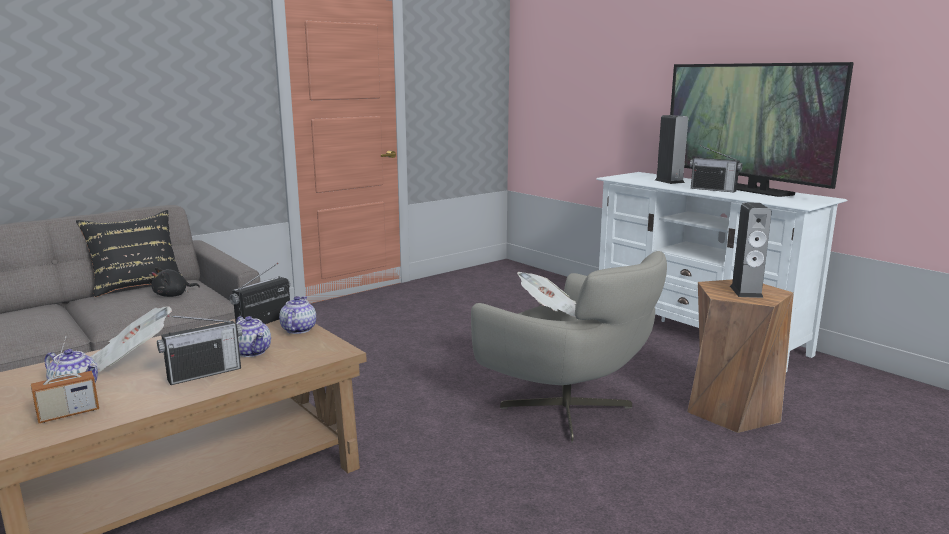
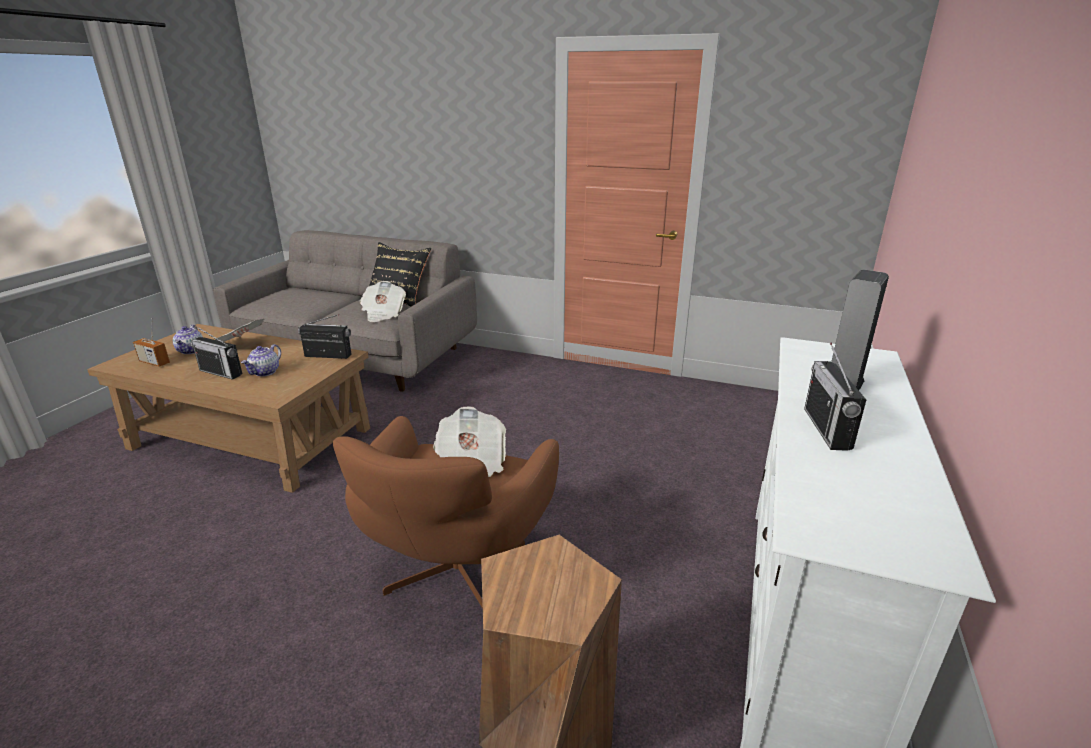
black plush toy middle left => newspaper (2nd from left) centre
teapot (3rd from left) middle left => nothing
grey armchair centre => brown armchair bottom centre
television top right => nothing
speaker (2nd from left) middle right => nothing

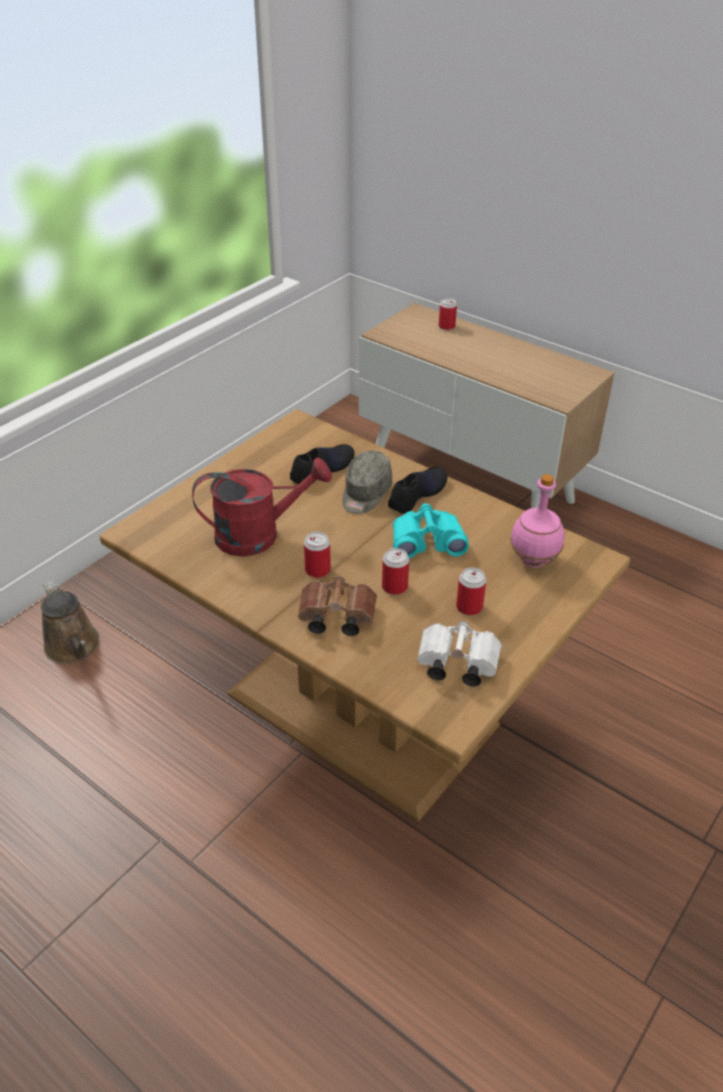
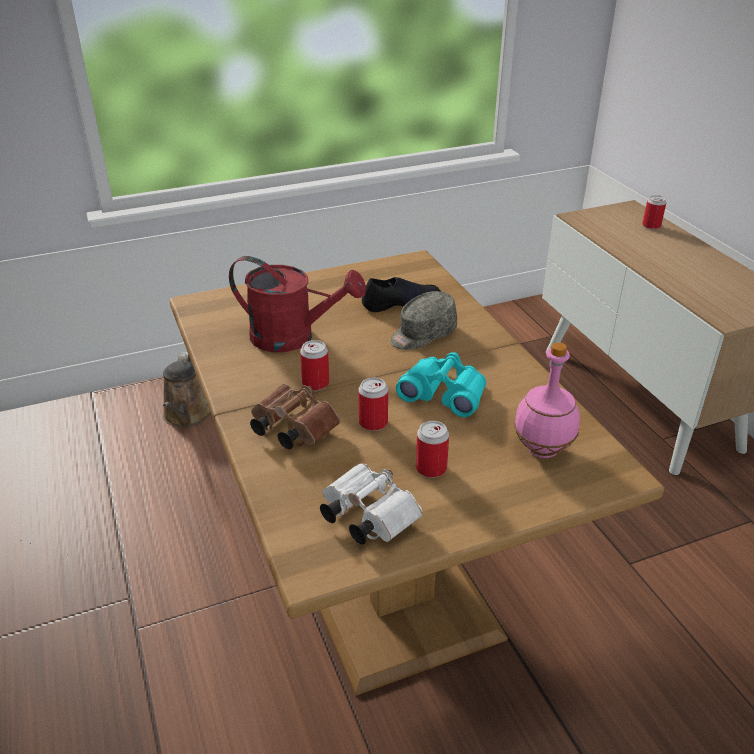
black shoe (2nd from left) centre => nothing

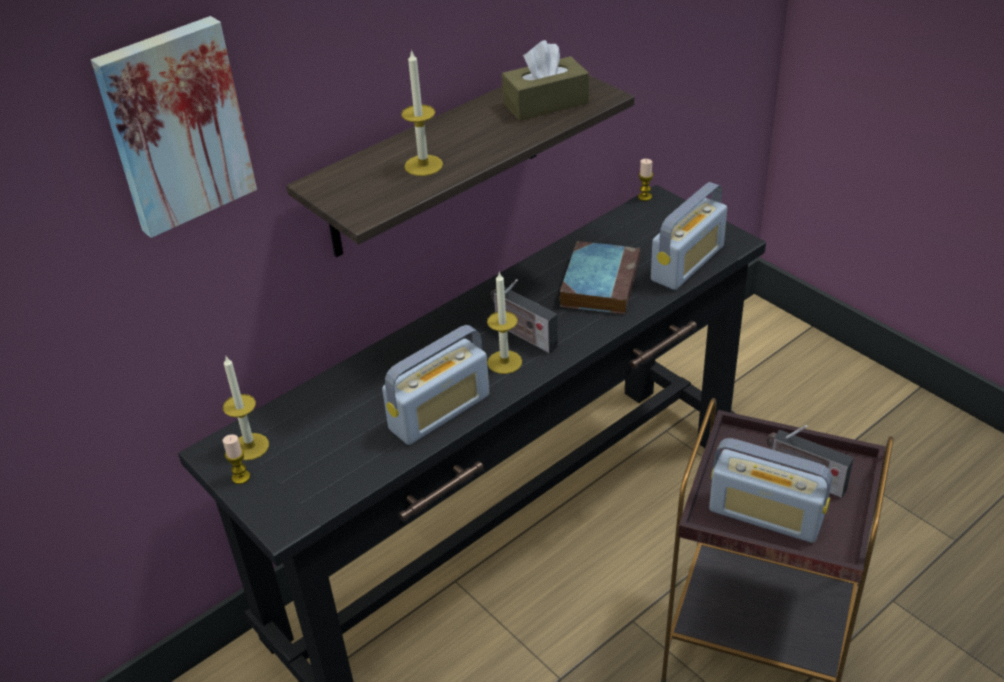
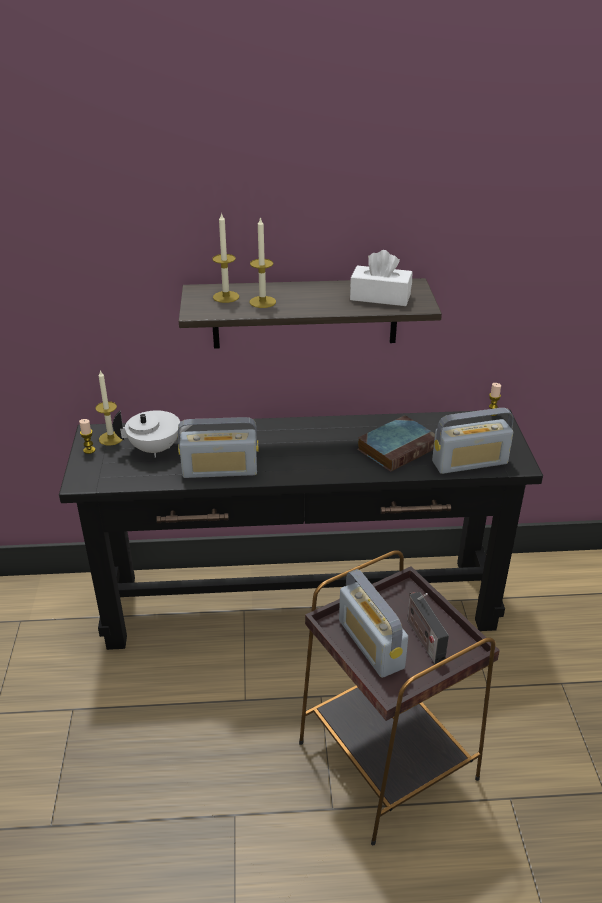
picture top left => nothing
candle (4th from left in the first image) centre => candle (3rd from left) top centre, move
radio (2nd from left) centre => nothing
brown tissue box top centre => white tissue box top centre
nothing => white teapot middle left

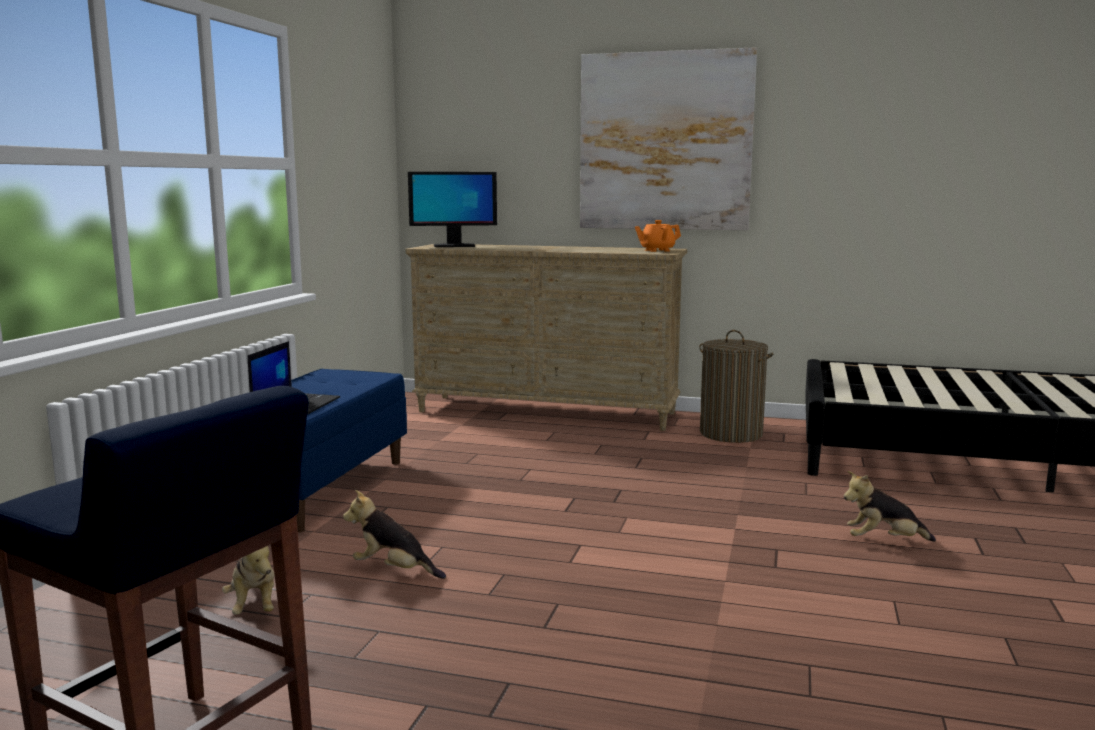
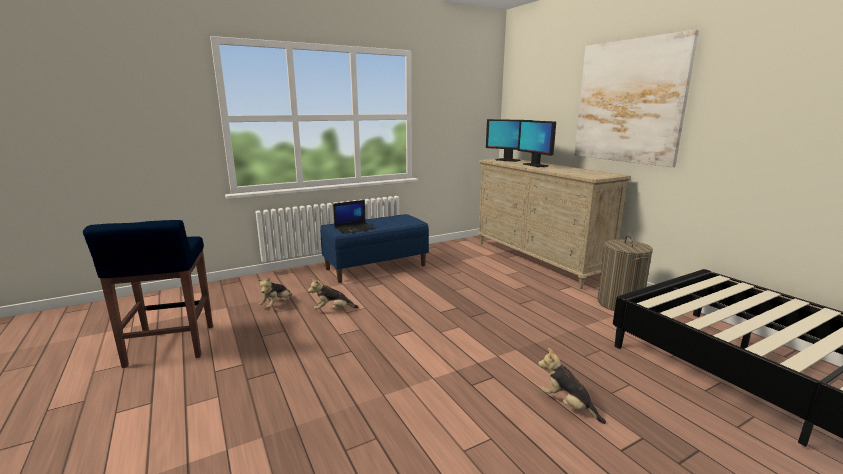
plush toy (2nd from left) bottom centre => plush toy (2nd from left) centre, 75 degrees counterclockwise
orange teapot top centre => nothing
nothing => monitor (2nd from left) top centre

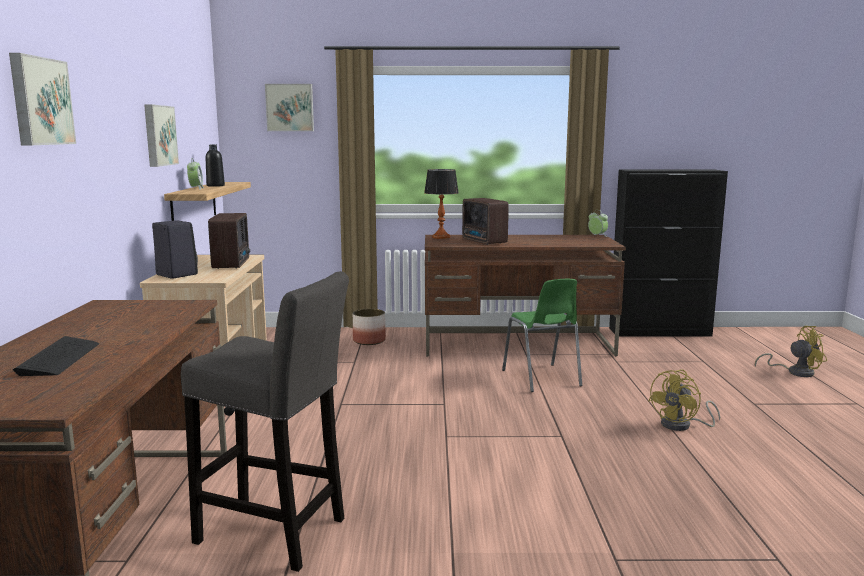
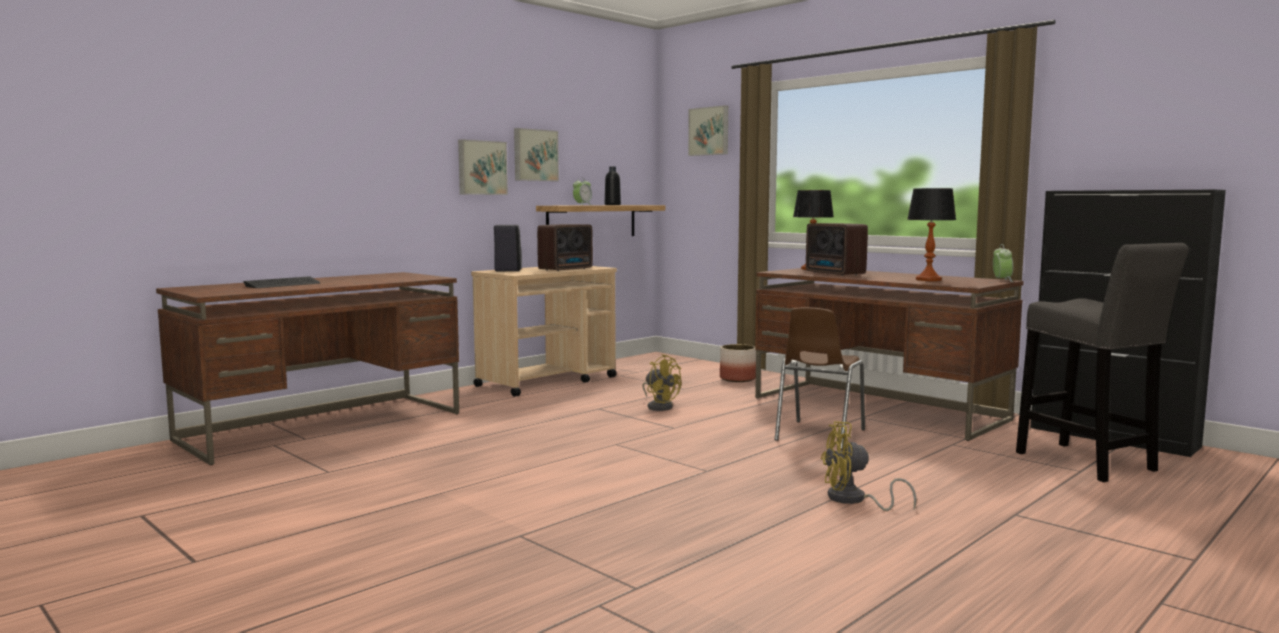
picture (1st from left) top left => picture (1st from left) top centre, move
grey stool bottom left => grey stool middle right, move
radio (2nd from left) centre, 45 degrees counterclockwise
green chair centre => brown chair centre
yellow fan (2nd from left in the first image) middle right => yellow fan (1st from left) centre, move
nothing => table lamp (2nd from left) middle right

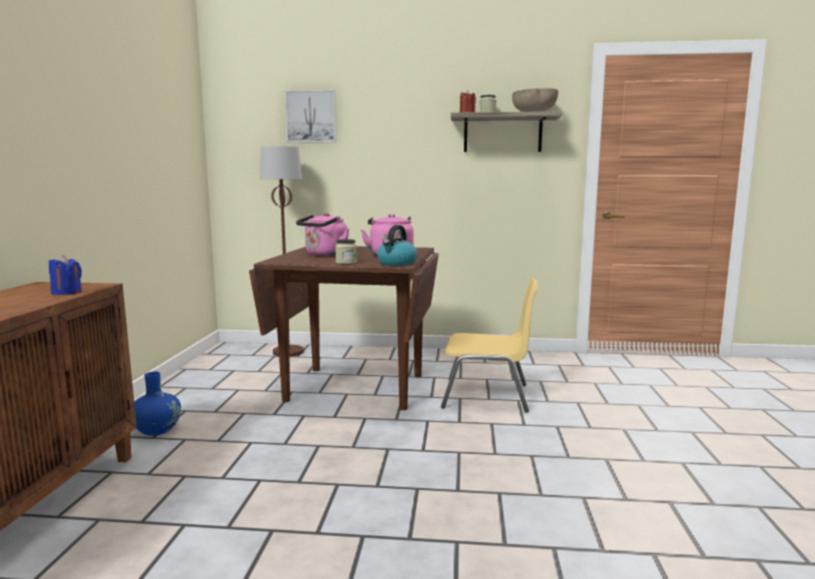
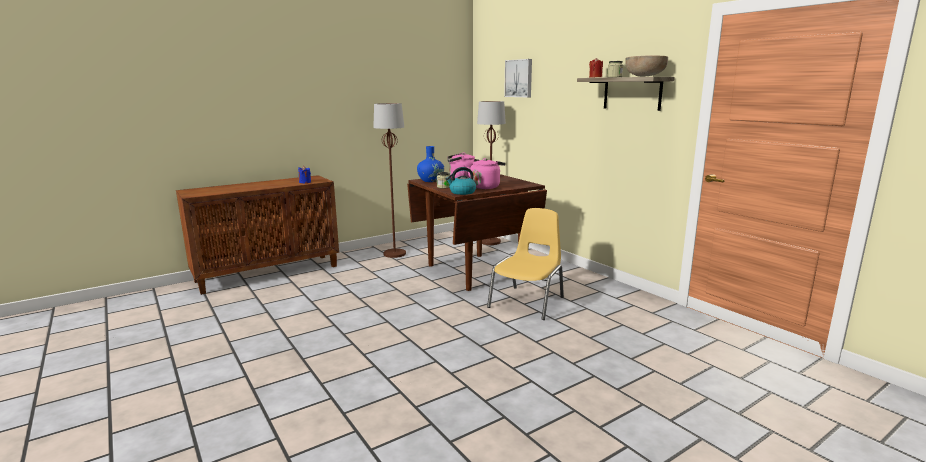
blue vase bottom left => blue vase centre, move
yellow chair centre, 120 degrees counterclockwise
nothing => brown floor lamp (1st from left) centre

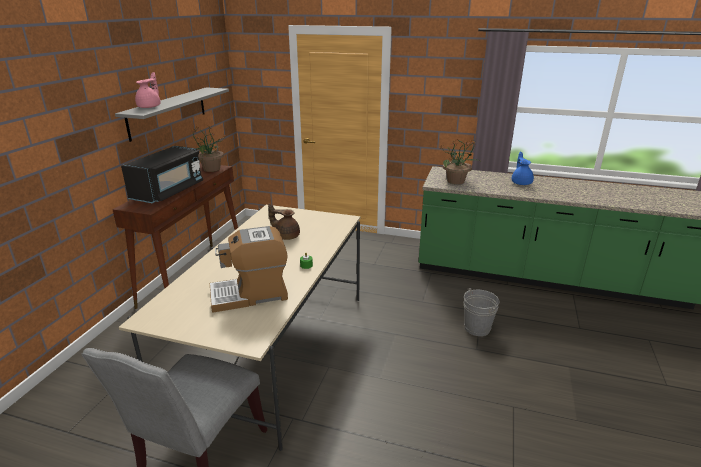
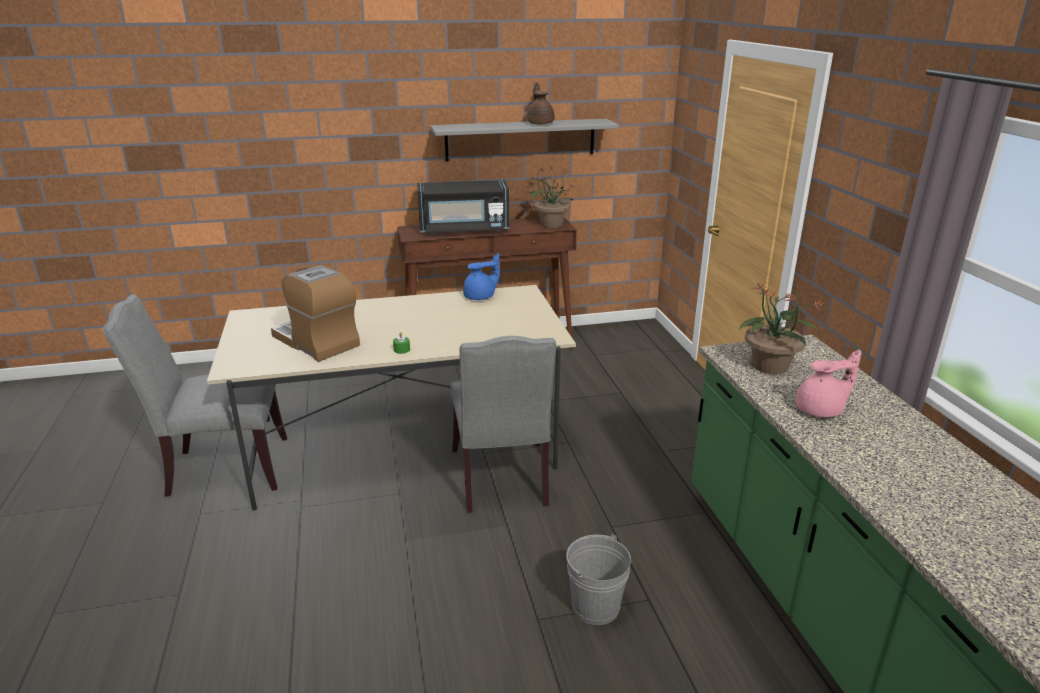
pink teapot top left => pink teapot middle right, move
brown teapot centre => brown teapot top centre, move
blue teapot middle right => blue teapot centre, move
nothing => grey chair (2nd from left) centre

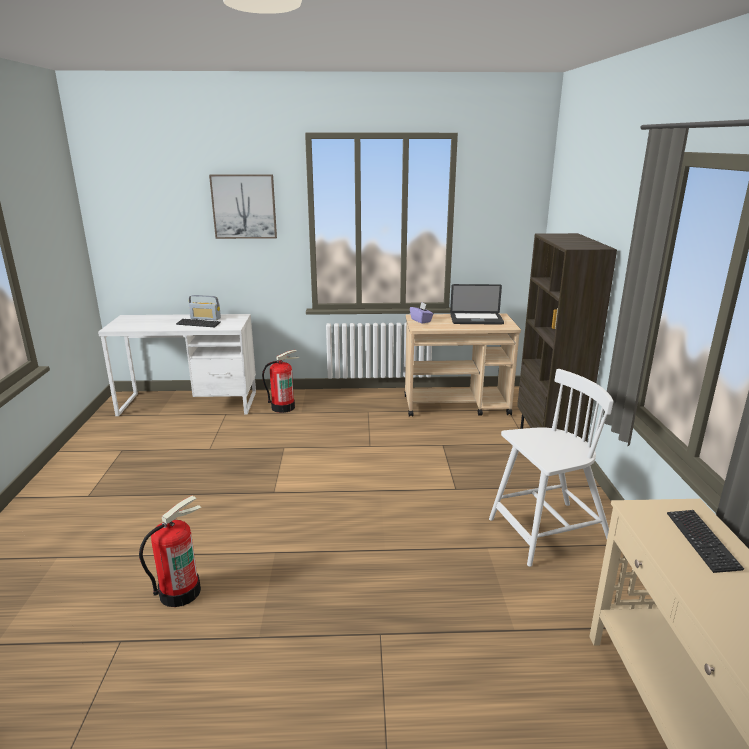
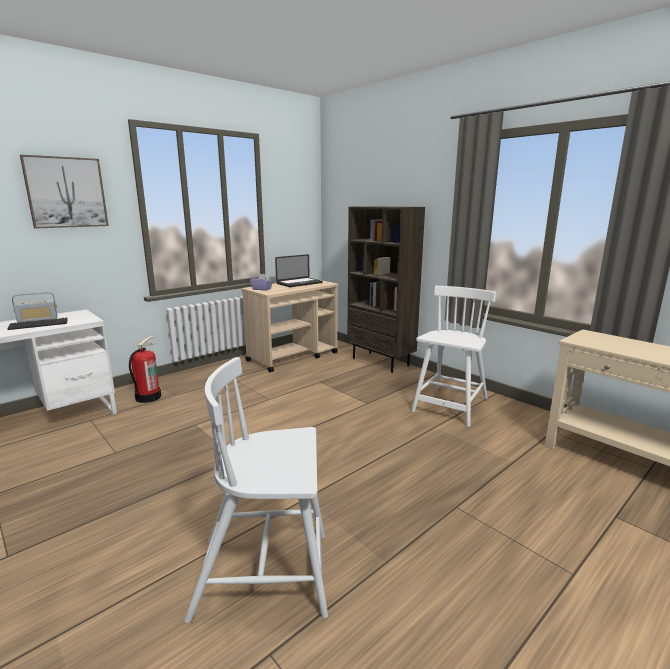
fire extinguisher (1st from left) bottom left => white chair (1st from left) bottom centre
keyboard (2nd from left) bottom right => nothing

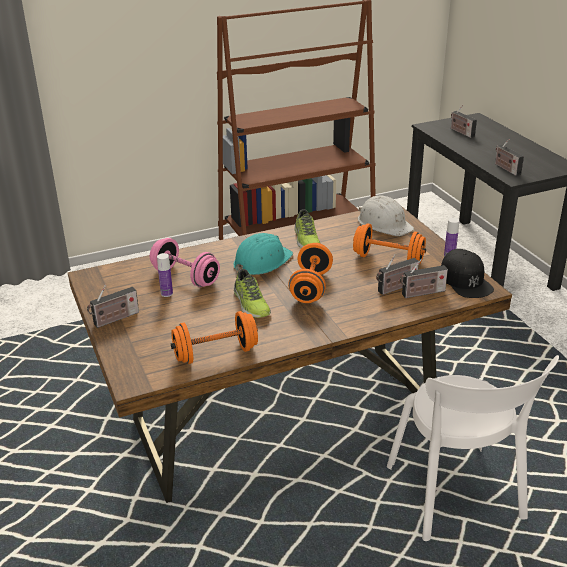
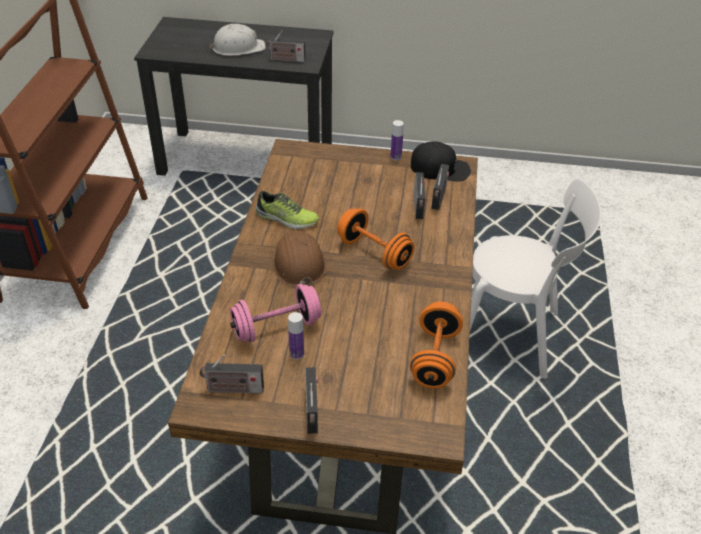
turquoise hard hat centre => brown hard hat centre
shoe (1st from left) centre => nothing
orange dumbbell (3rd from left) middle right => nothing
white hard hat middle right => white hard hat top centre, move
radio (4th from left in the first image) top right => radio (1st from left) bottom left, move

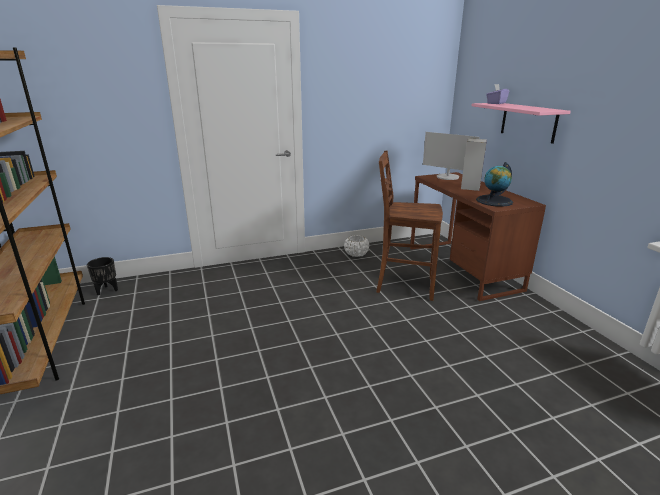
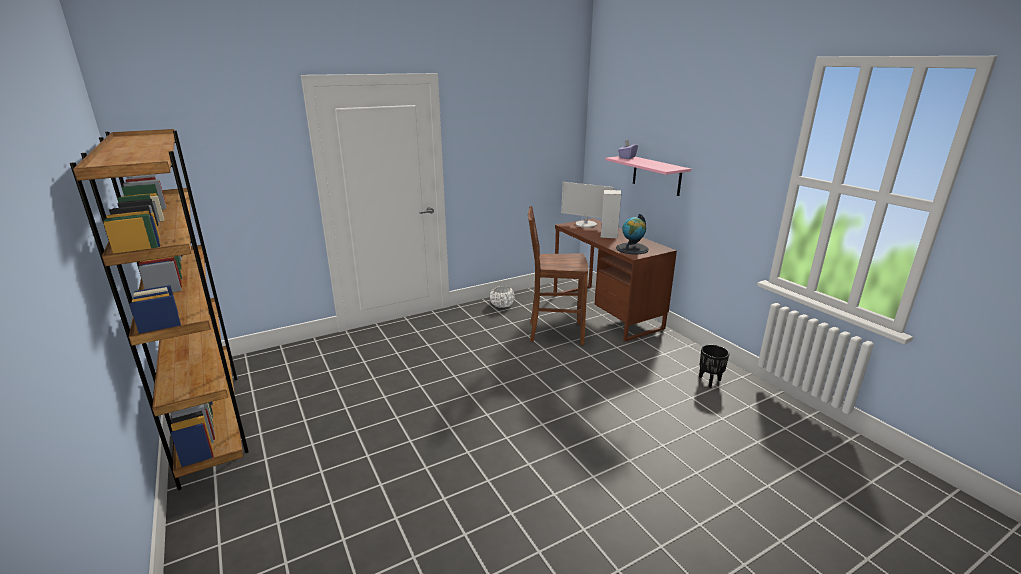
black planter middle left => black planter middle right, move

